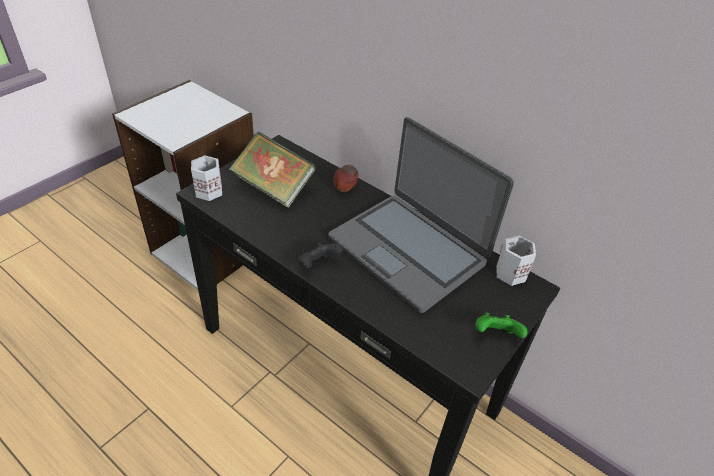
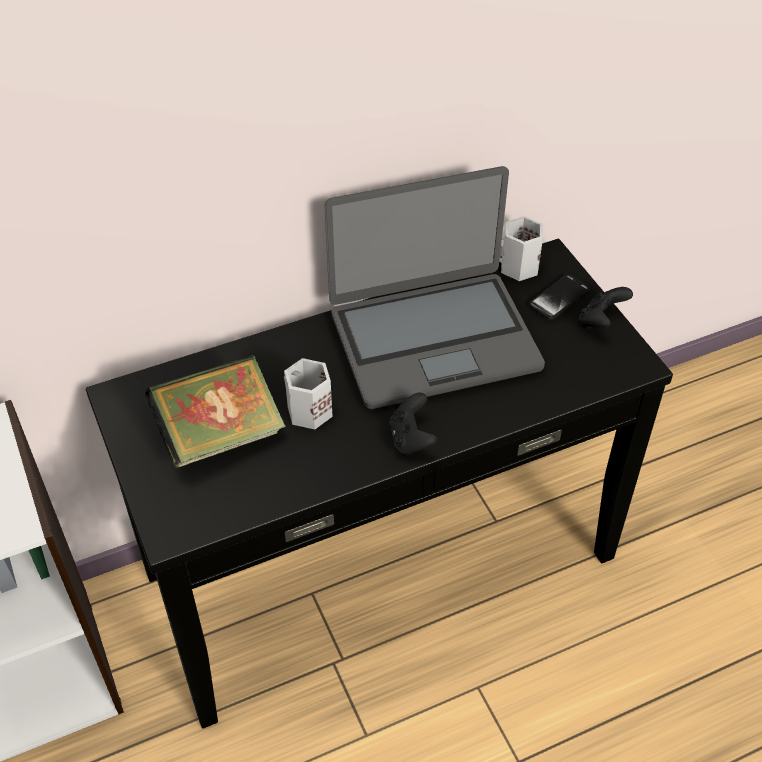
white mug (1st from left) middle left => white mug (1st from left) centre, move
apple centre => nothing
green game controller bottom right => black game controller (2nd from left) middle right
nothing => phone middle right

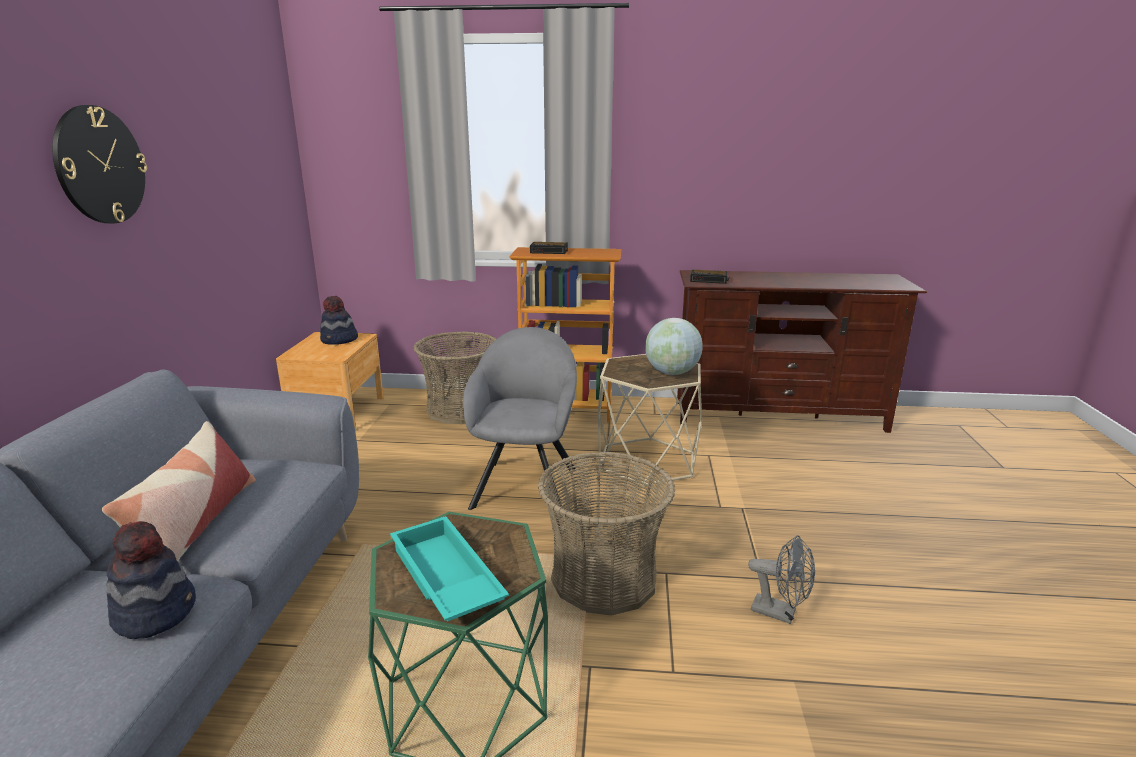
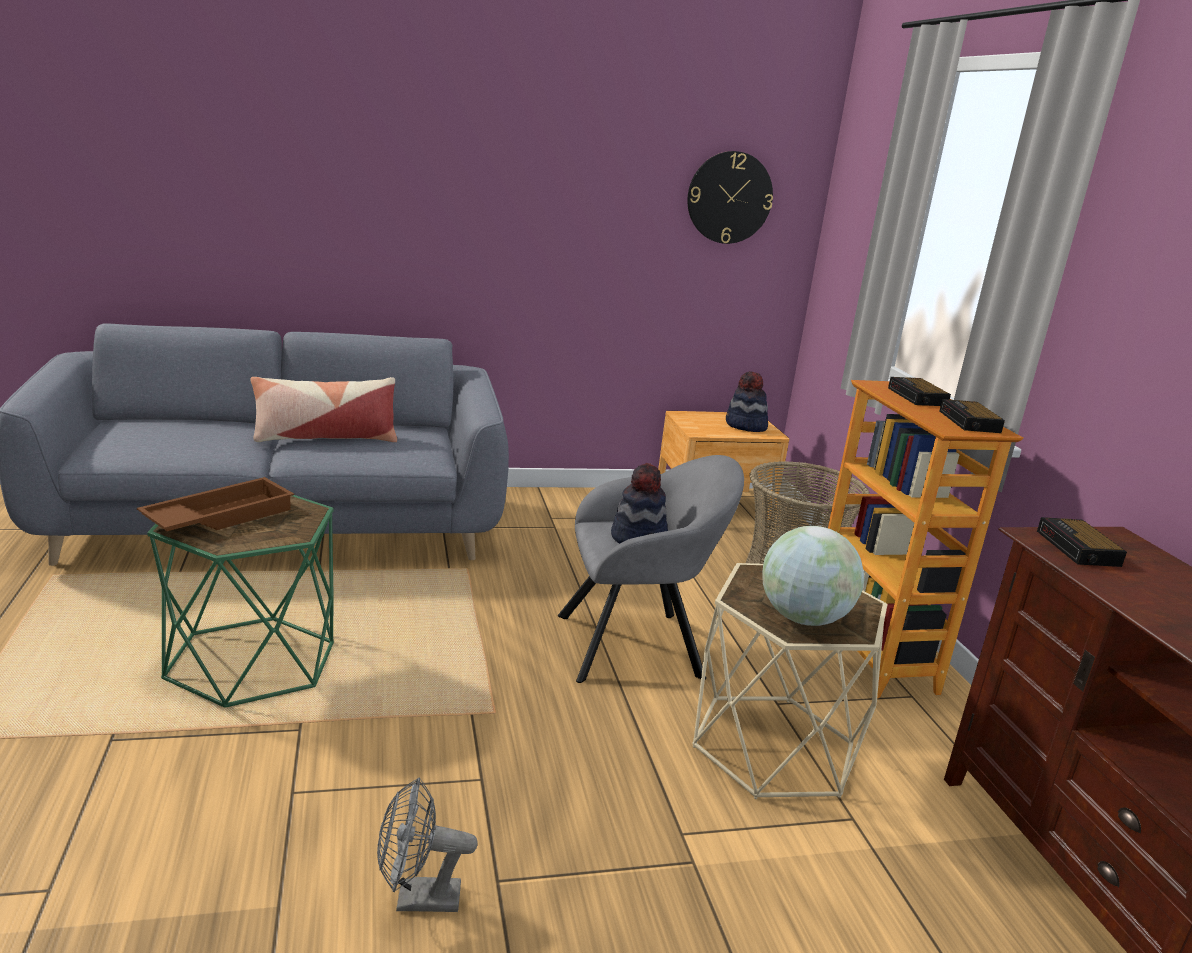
wall clock top left => wall clock top centre, move
hat (1st from left) bottom left => hat (1st from left) centre, move
turquoise tray bottom centre => brown tray middle left
basket (2nd from left) bottom centre => nothing
grey fan bottom right => grey fan bottom centre, 75 degrees clockwise
nothing => alarm clock (2nd from left) middle right

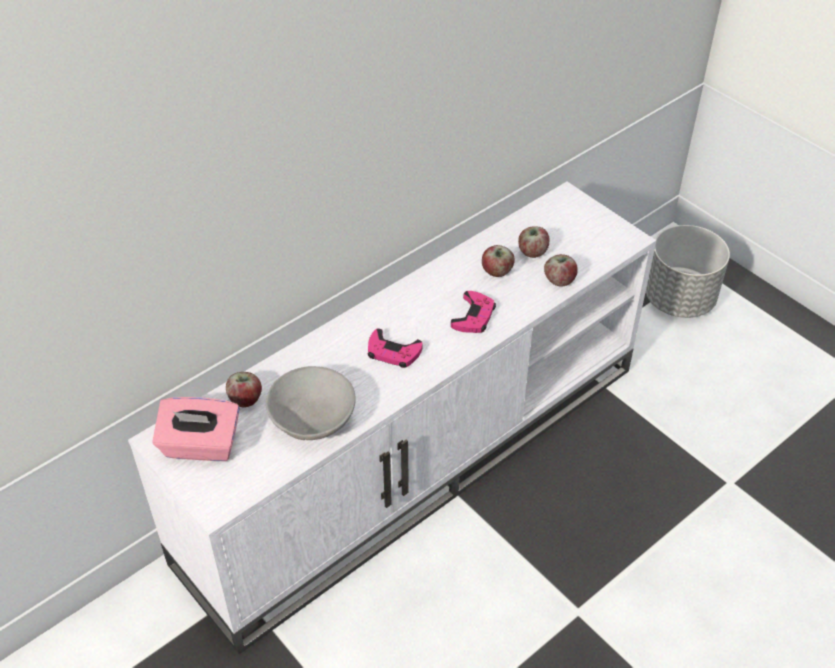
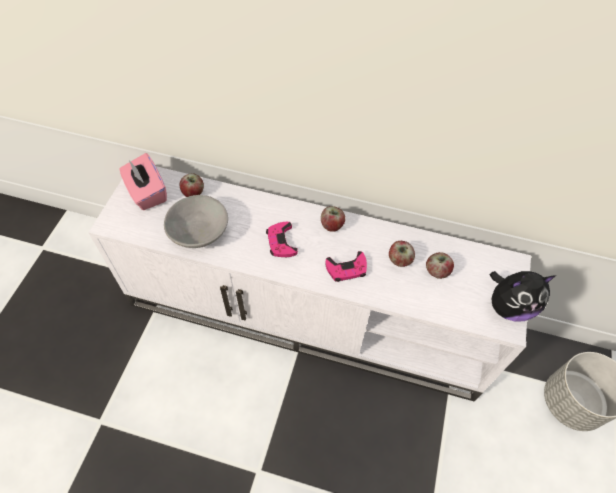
apple (4th from left in the first image) middle right => apple (2nd from left) centre, move
nothing => plush toy middle right

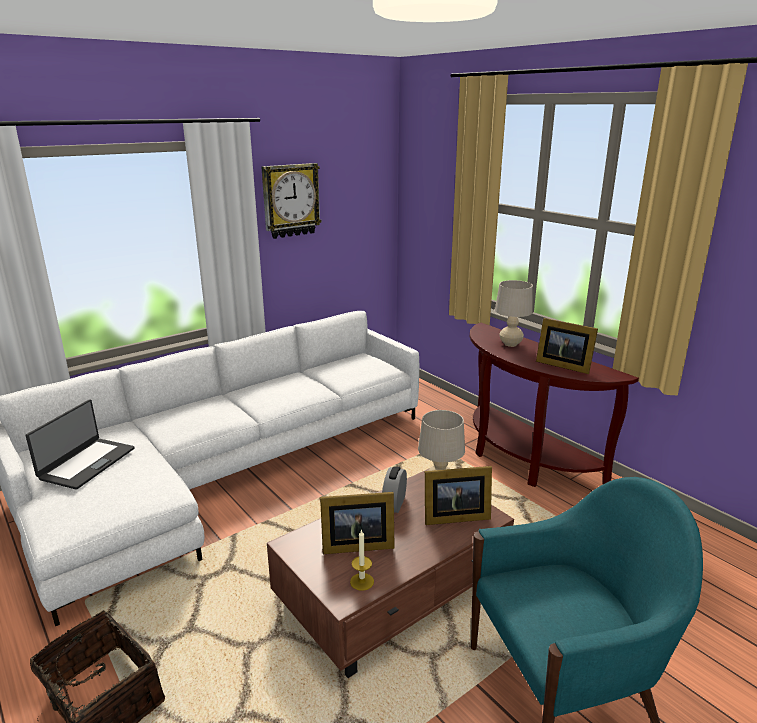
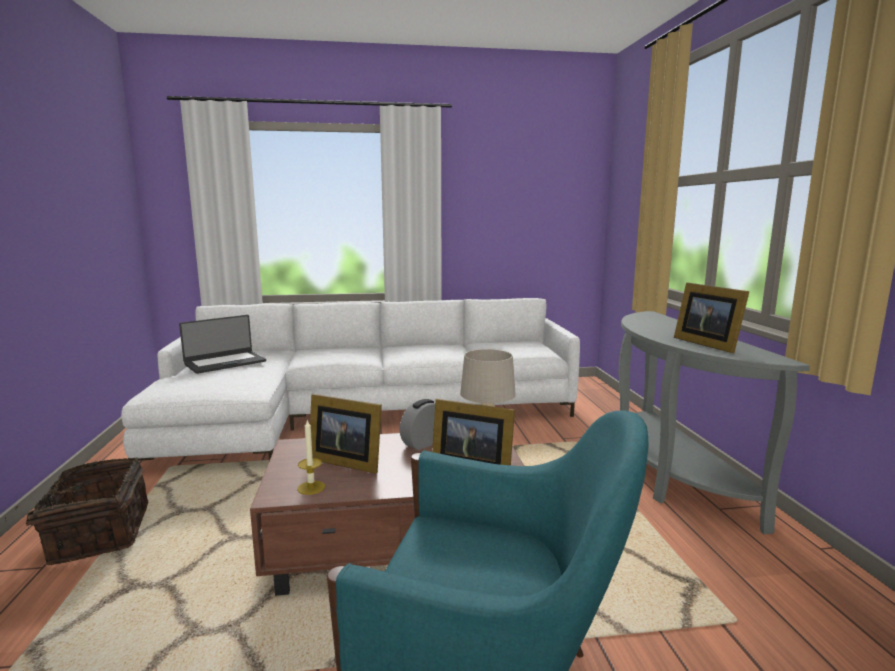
wall clock top centre => nothing
brown console table middle right => grey console table middle right
beige table lamp (2nd from left) middle right => nothing

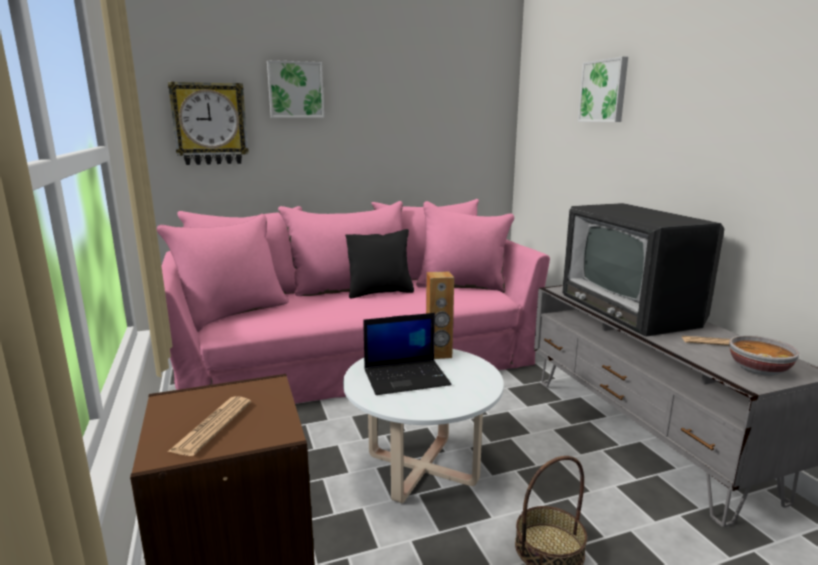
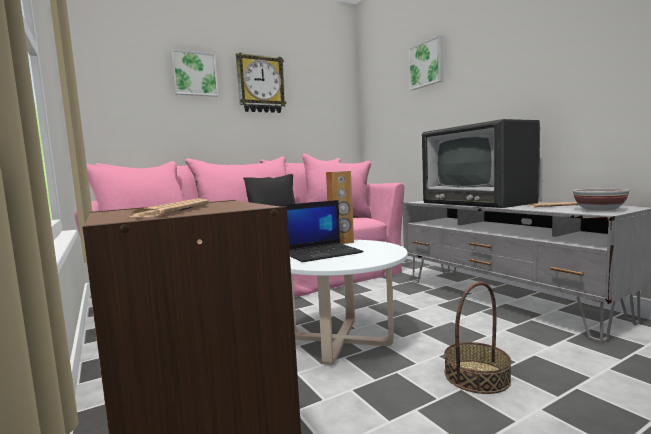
wall clock top left => wall clock top centre, move

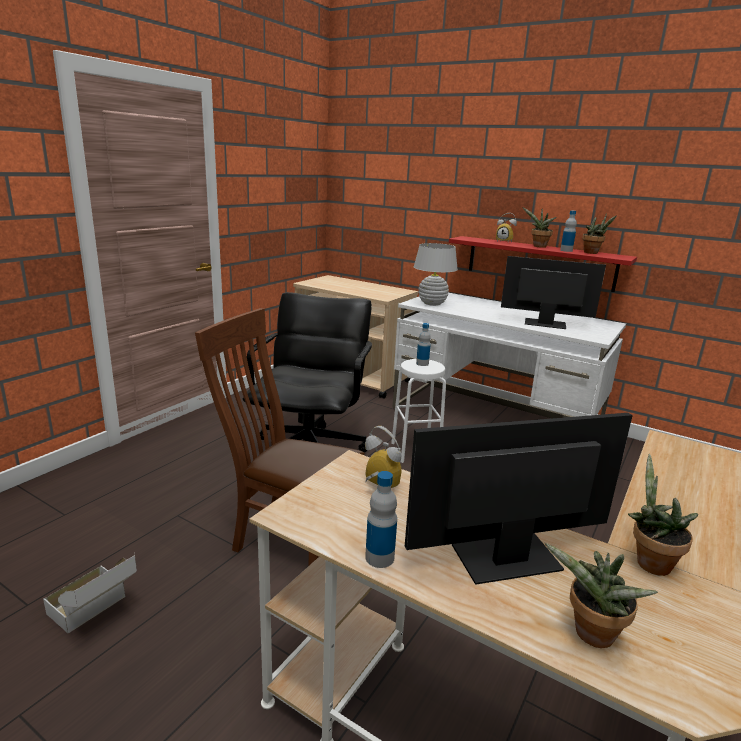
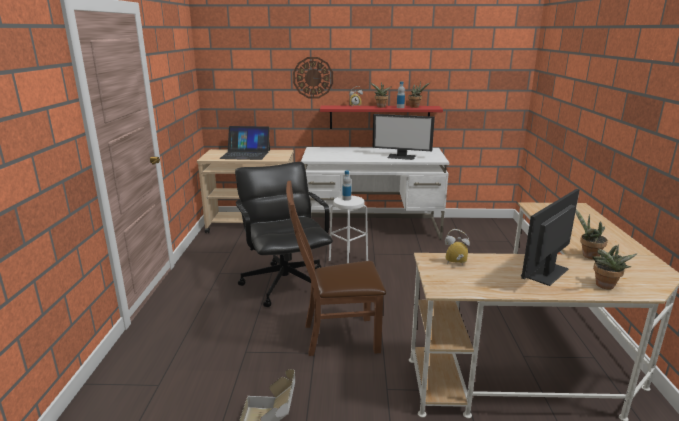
bottle (1st from left) bottom centre => nothing
white table lamp centre => nothing
monitor (2nd from left in the first image) middle right => monitor (1st from left) top centre, 150 degrees counterclockwise
nothing => laptop centre
nothing => wall clock top centre

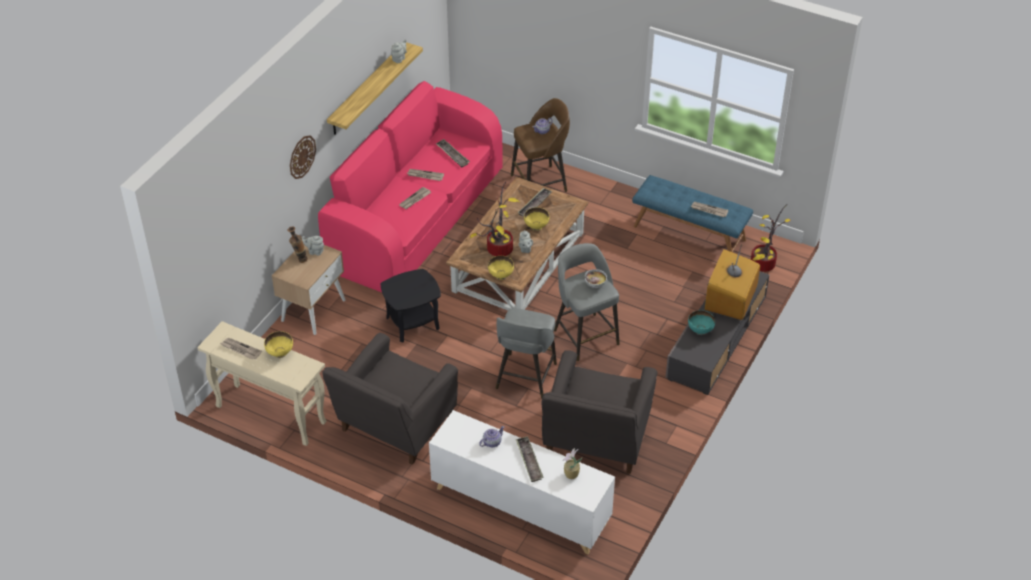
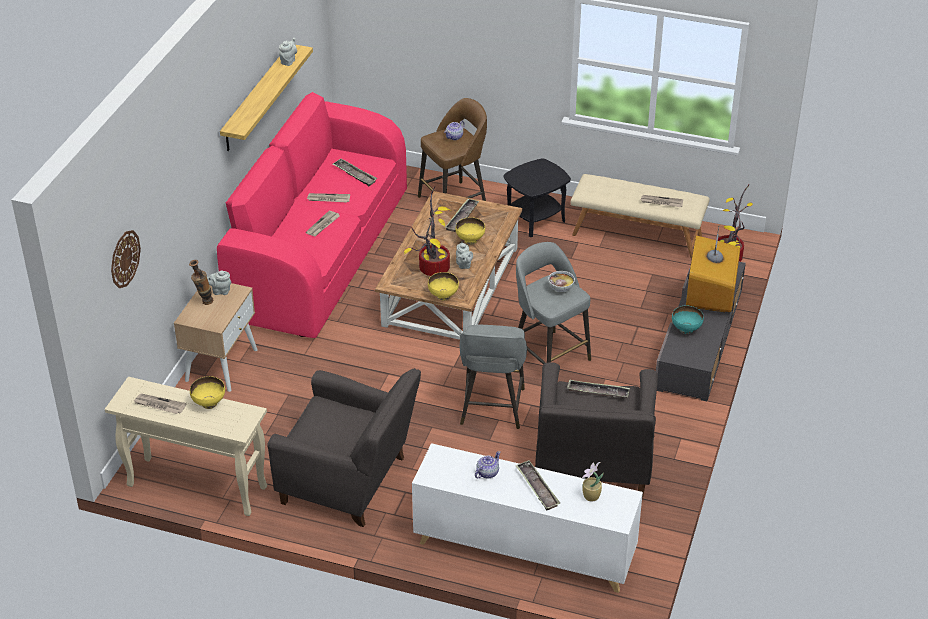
wall clock top left => wall clock middle left, move
grey armchair (1st from left) bottom centre, 90 degrees counterclockwise
black side table centre => black side table top centre, move
blue bench middle right => beige bench middle right
nothing => tray (4th from left) centre

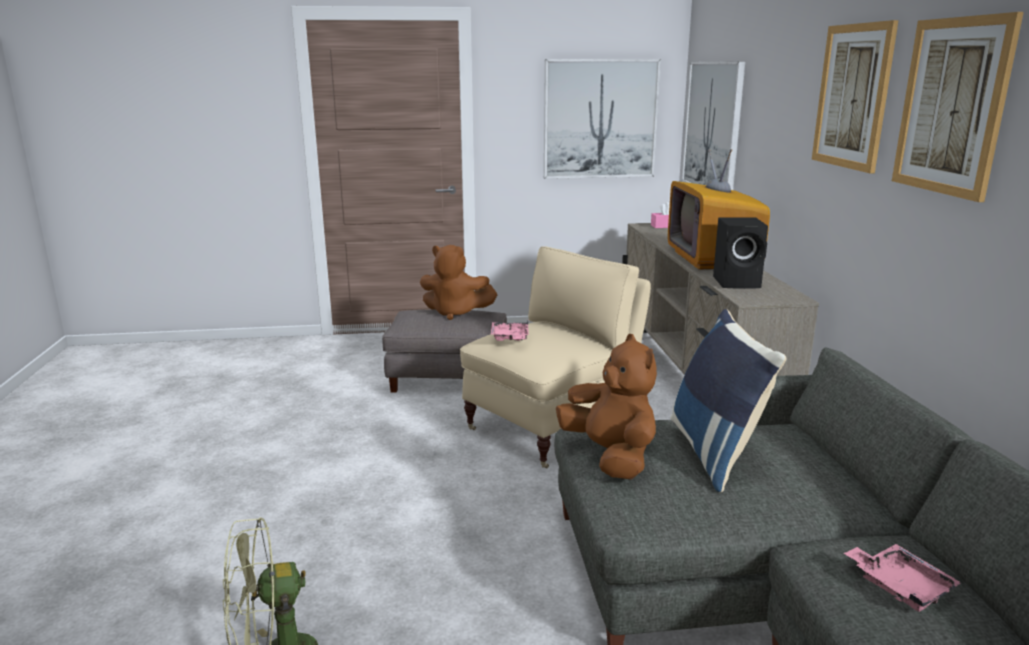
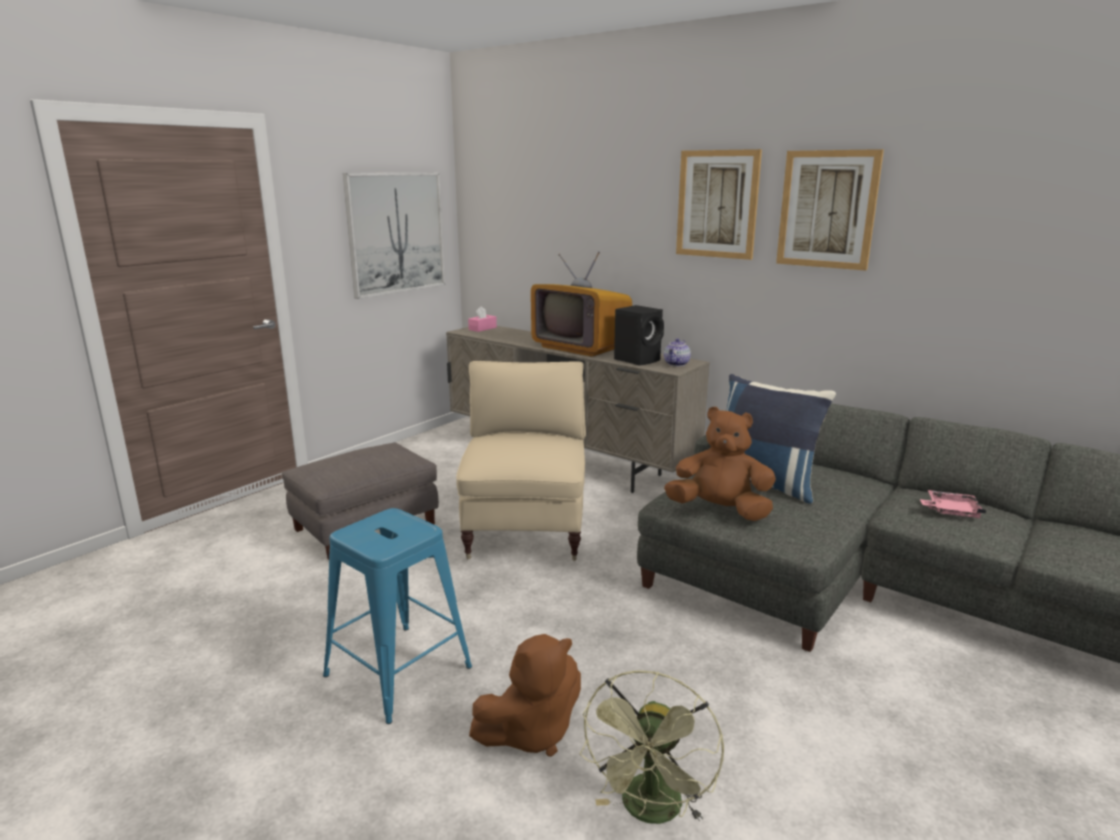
brown plush toy (1st from left) centre => brown plush toy (1st from left) bottom centre, move
pink tray (1st from left) centre => nothing
picture (2nd from left) top right => nothing
nothing => blue stool bottom centre
nothing => teapot centre

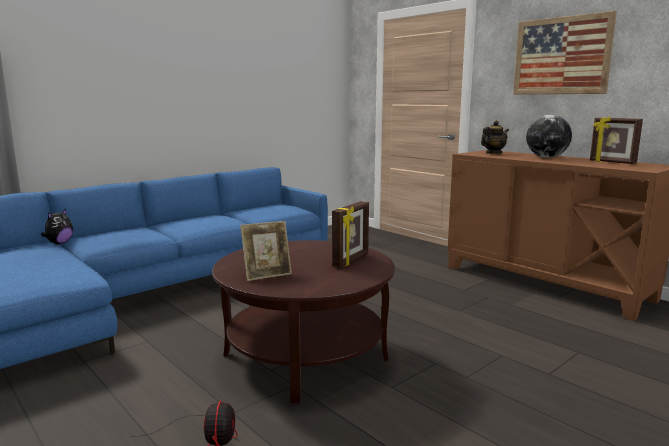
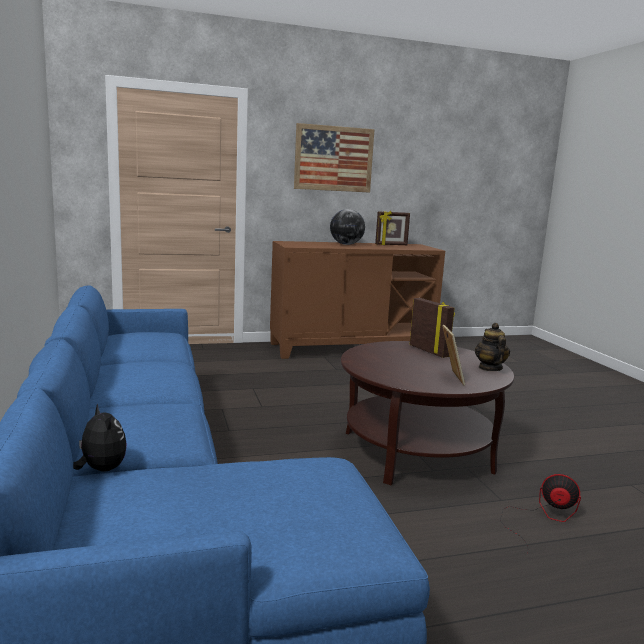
teapot top right => teapot middle right, move

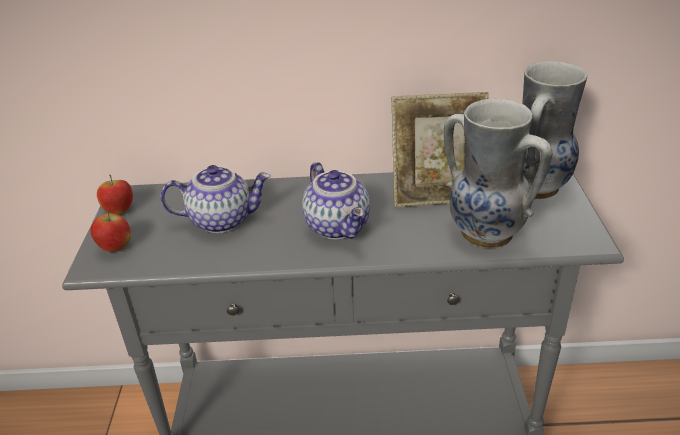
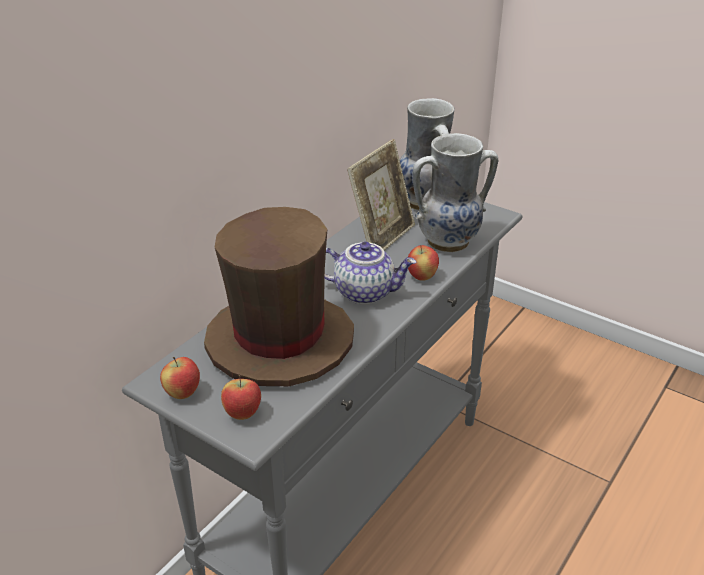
teapot (1st from left) middle left => brown hat centre
nothing => apple (3rd from left) centre

